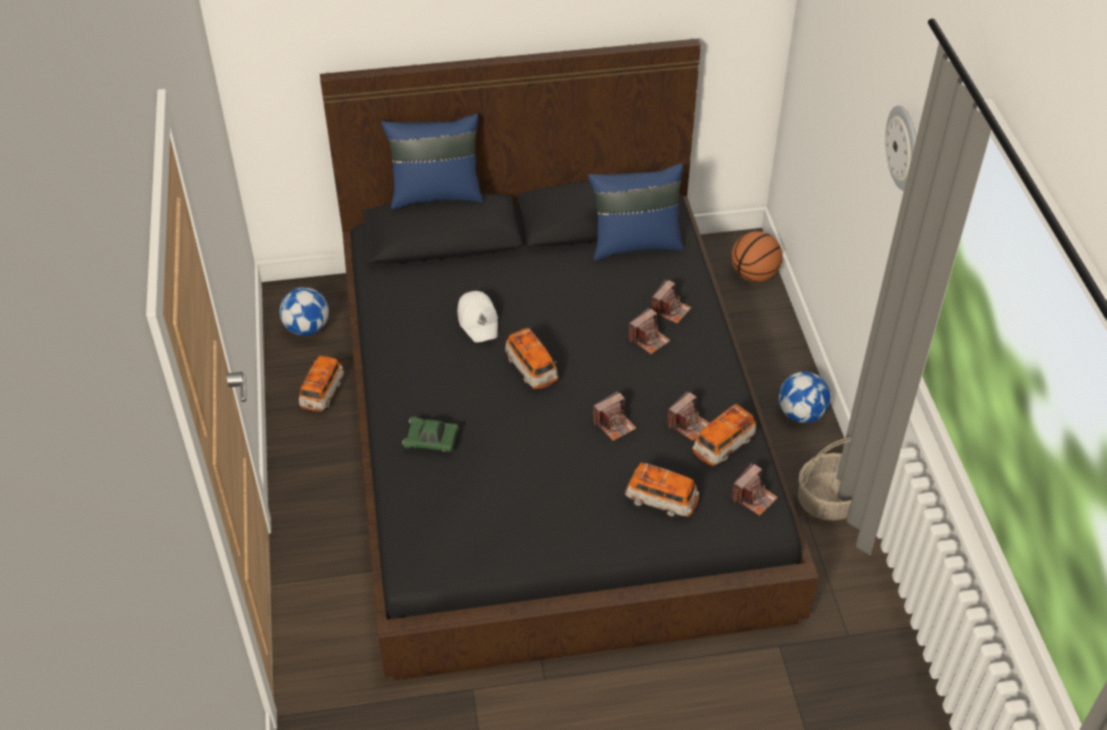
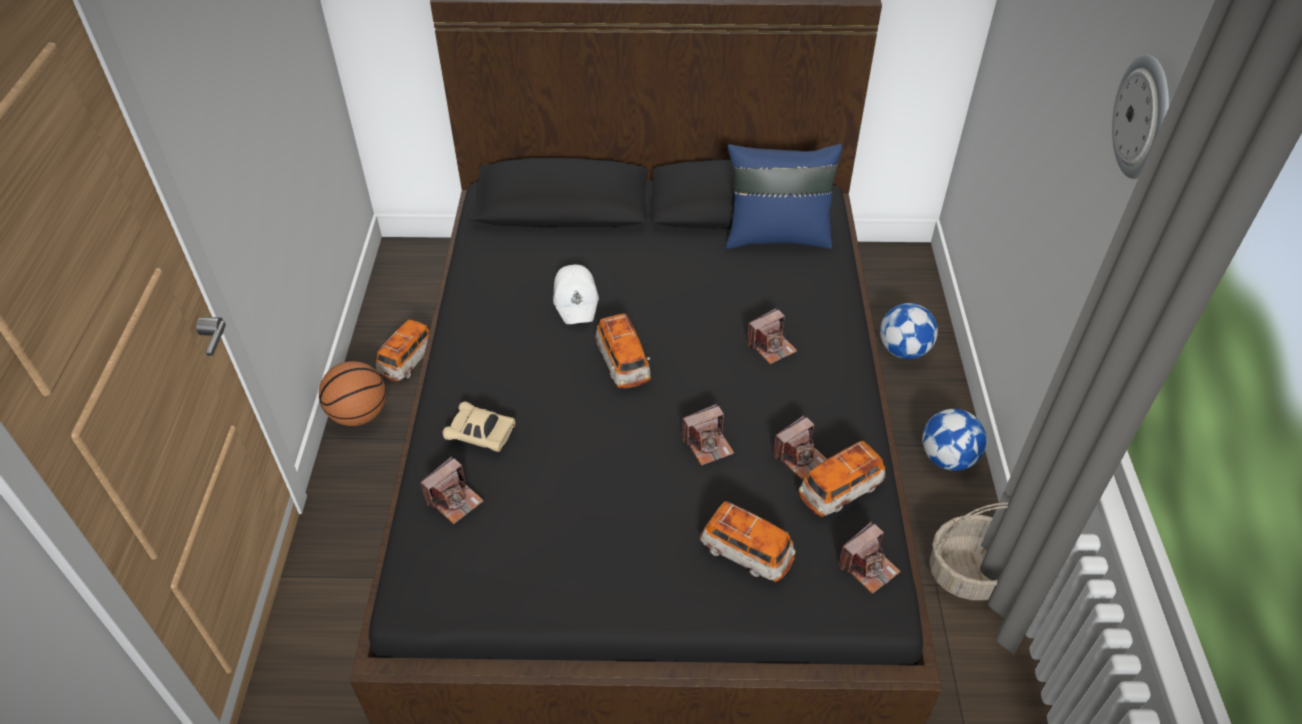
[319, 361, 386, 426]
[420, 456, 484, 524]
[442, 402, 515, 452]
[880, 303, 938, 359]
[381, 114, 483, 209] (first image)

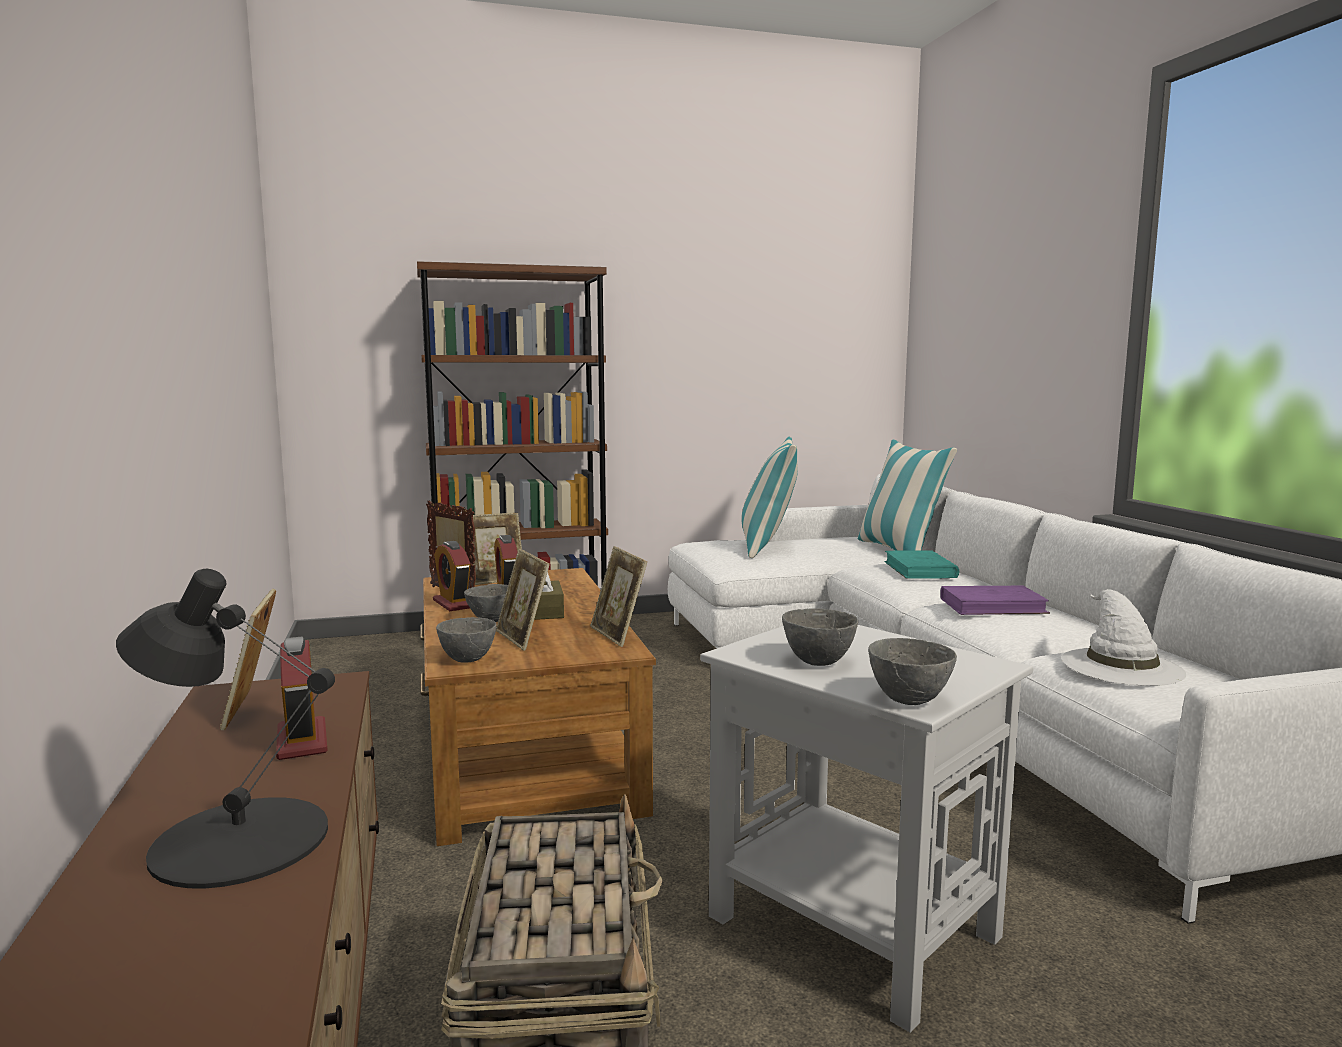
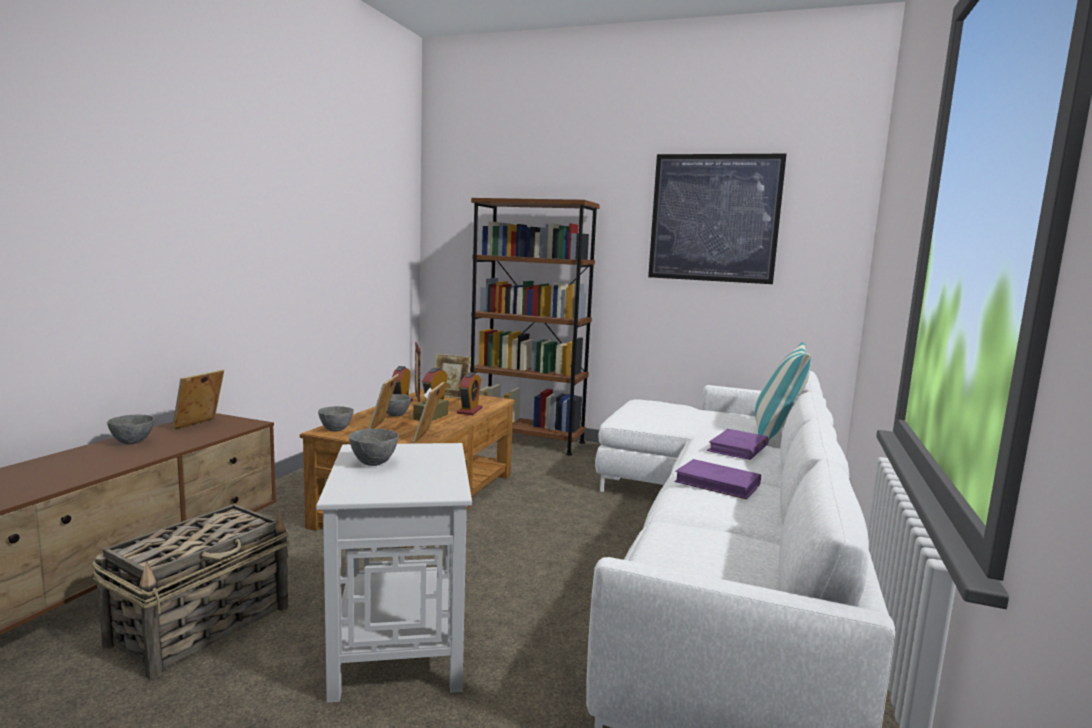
[107, 414, 155, 444]
[457, 372, 483, 415]
[648, 154, 787, 284]
[707, 429, 769, 460]
[116, 569, 335, 888] (first image)
[741, 437, 798, 558] (first image)
[1061, 589, 1186, 685] (first image)

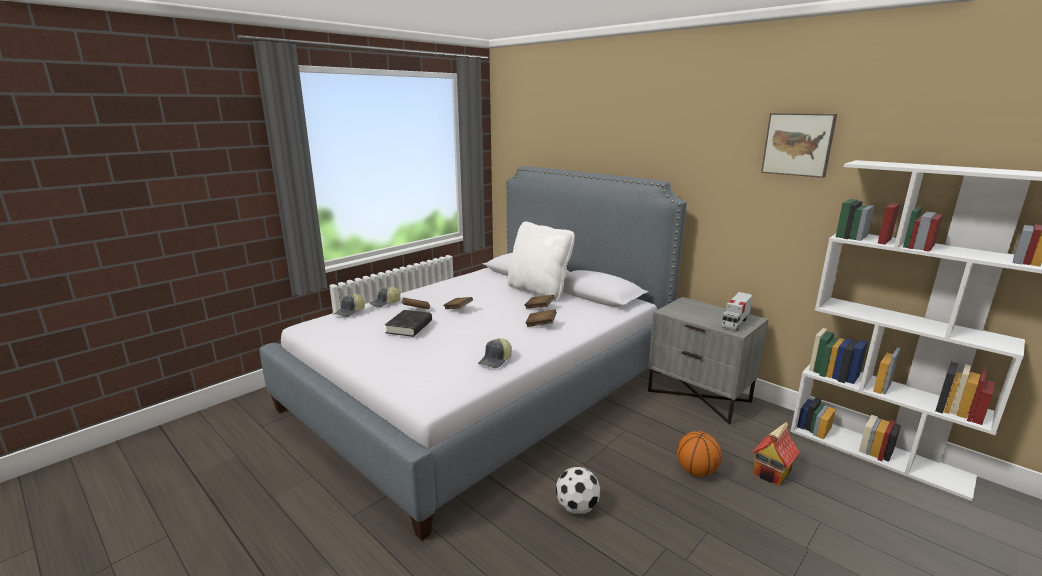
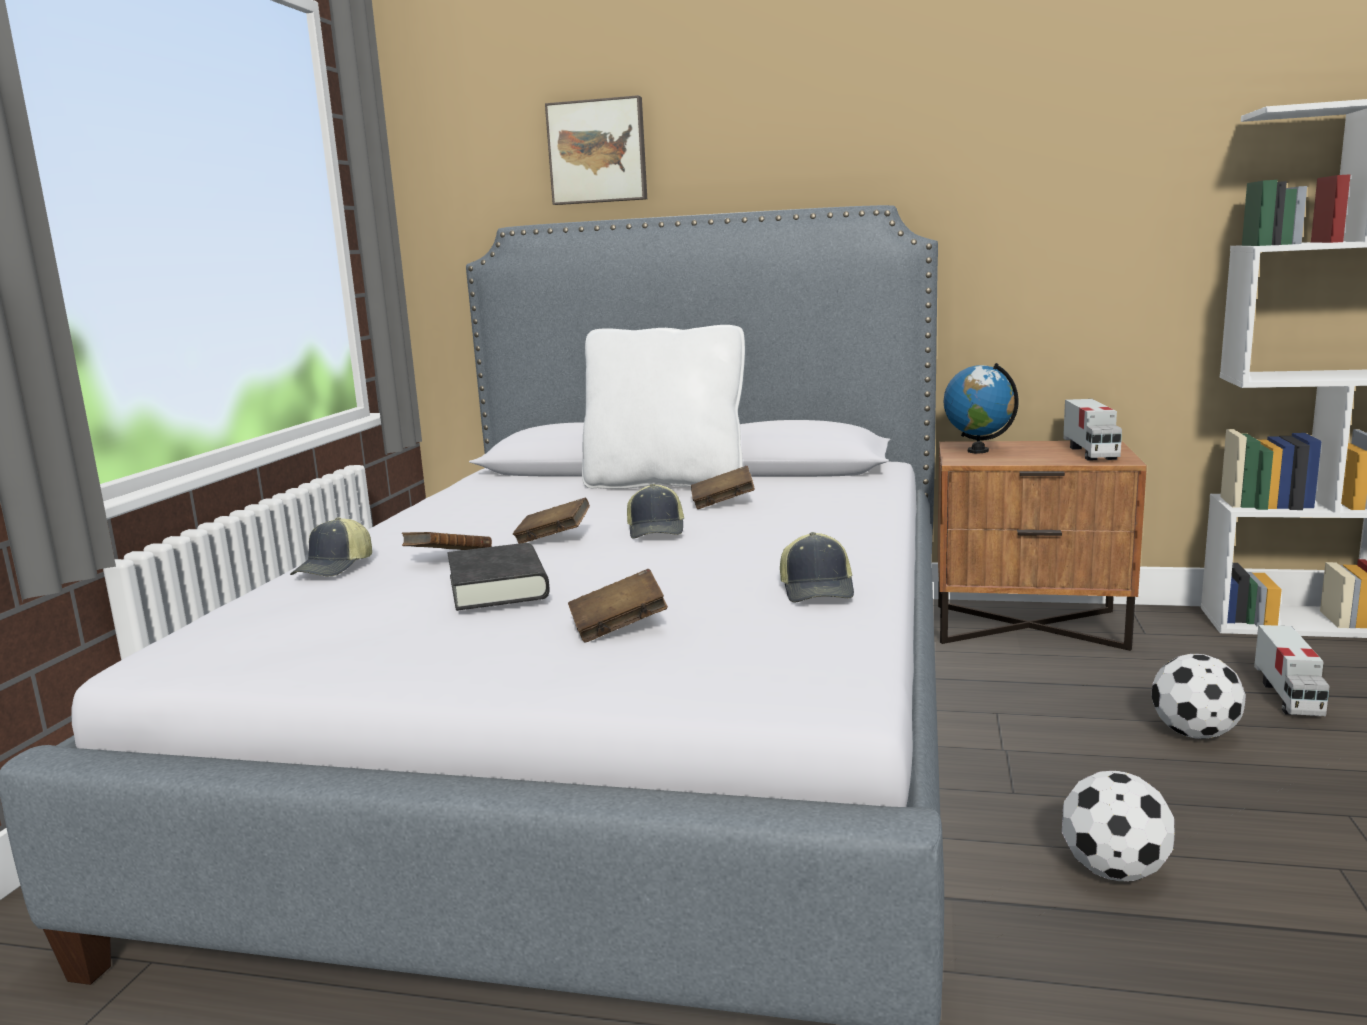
[545, 95, 647, 205]
[568, 569, 668, 643]
[627, 484, 684, 539]
[937, 440, 1147, 651]
[944, 363, 1019, 454]
[1151, 654, 1246, 739]
[1254, 625, 1330, 716]

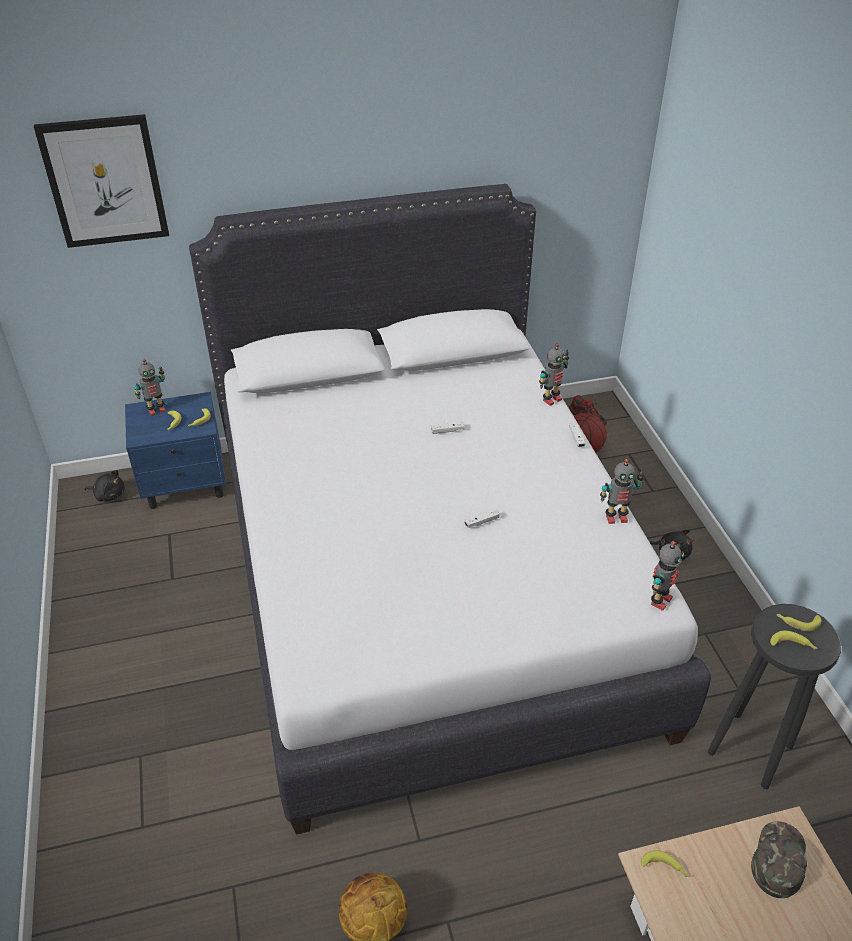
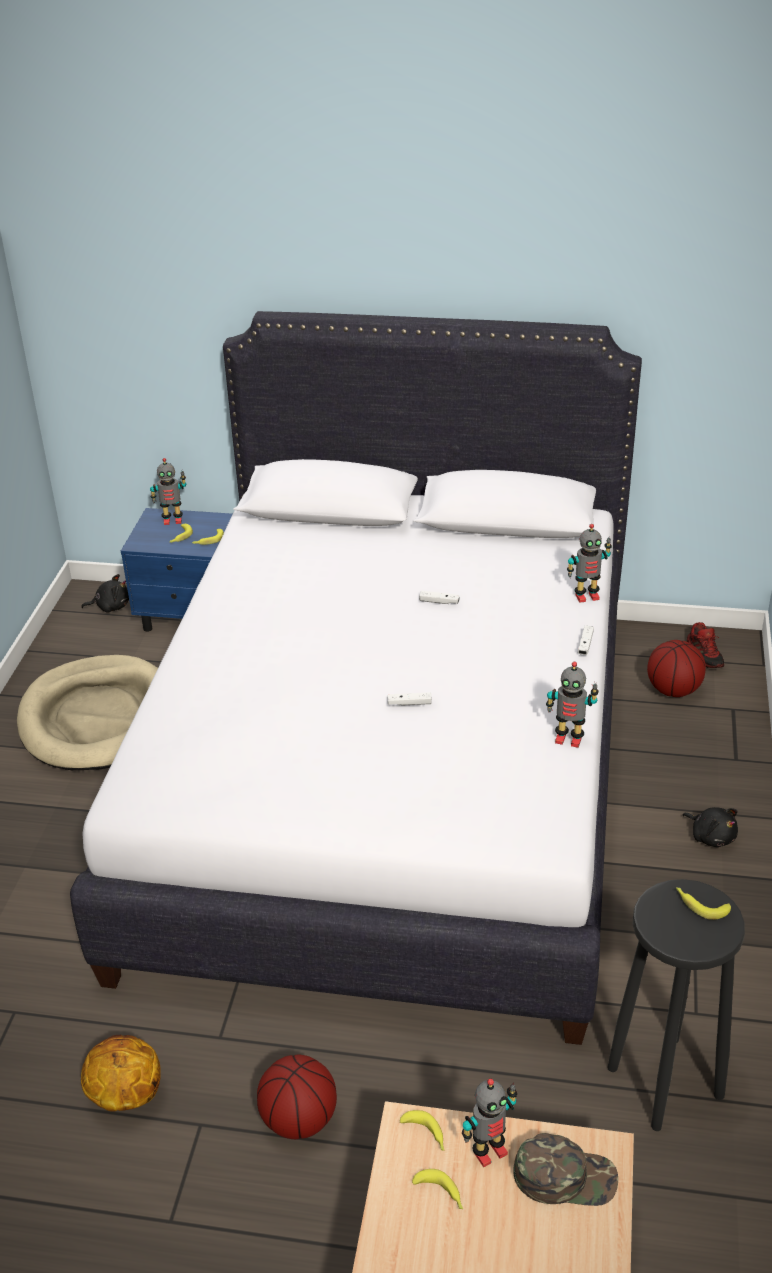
[17, 655, 158, 770]
[81, 574, 129, 613]
[257, 1055, 337, 1139]
[412, 1169, 463, 1209]
[462, 1079, 517, 1168]
[513, 1133, 618, 1206]
[34, 114, 169, 248] (first image)

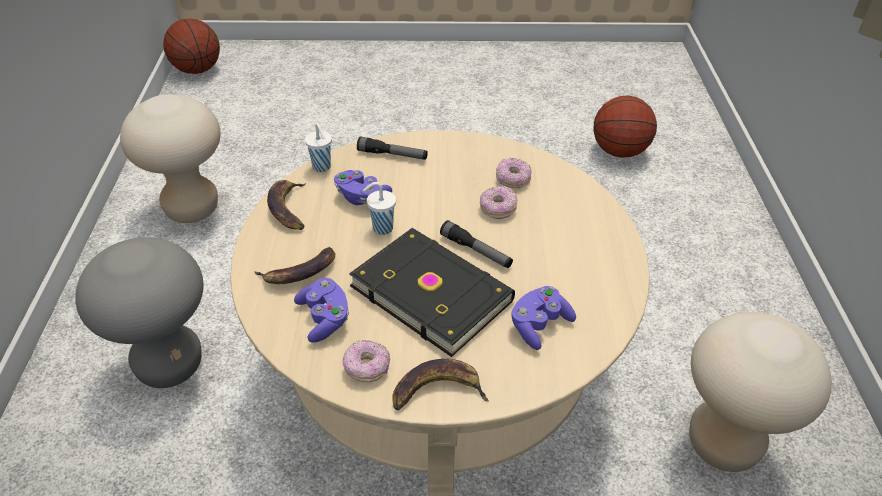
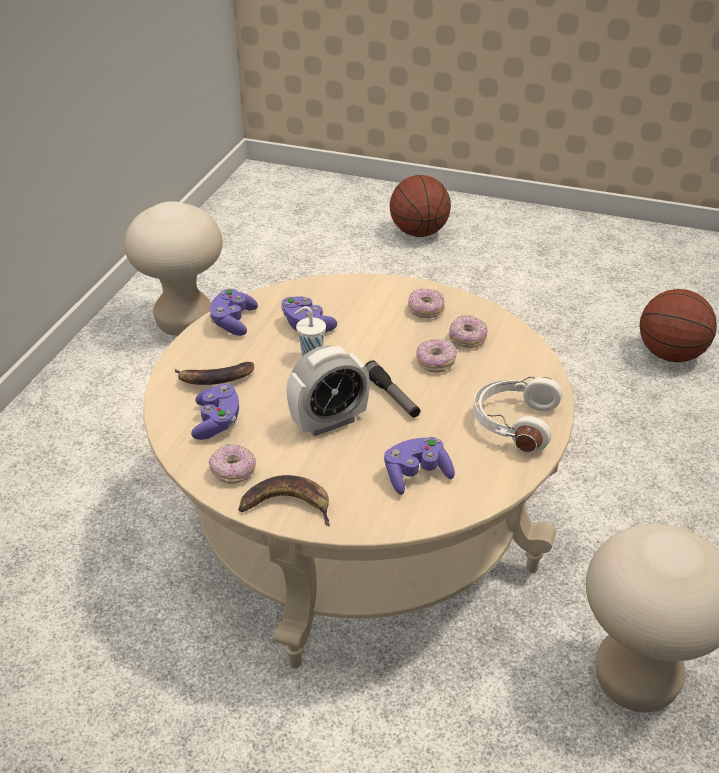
[209, 288, 258, 336]
[286, 345, 370, 436]
[389, 175, 451, 237]
[408, 288, 445, 318]
[473, 377, 562, 452]
[75, 237, 203, 388] (first image)
[305, 123, 332, 172] (first image)
[357, 136, 428, 160] (first image)

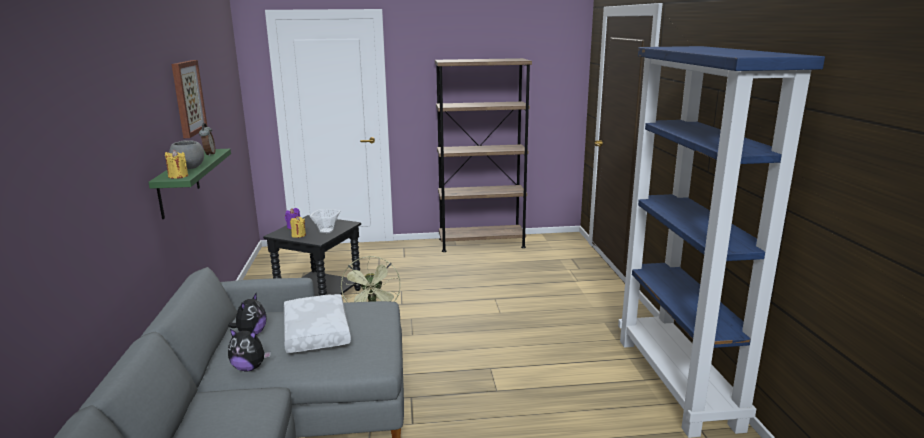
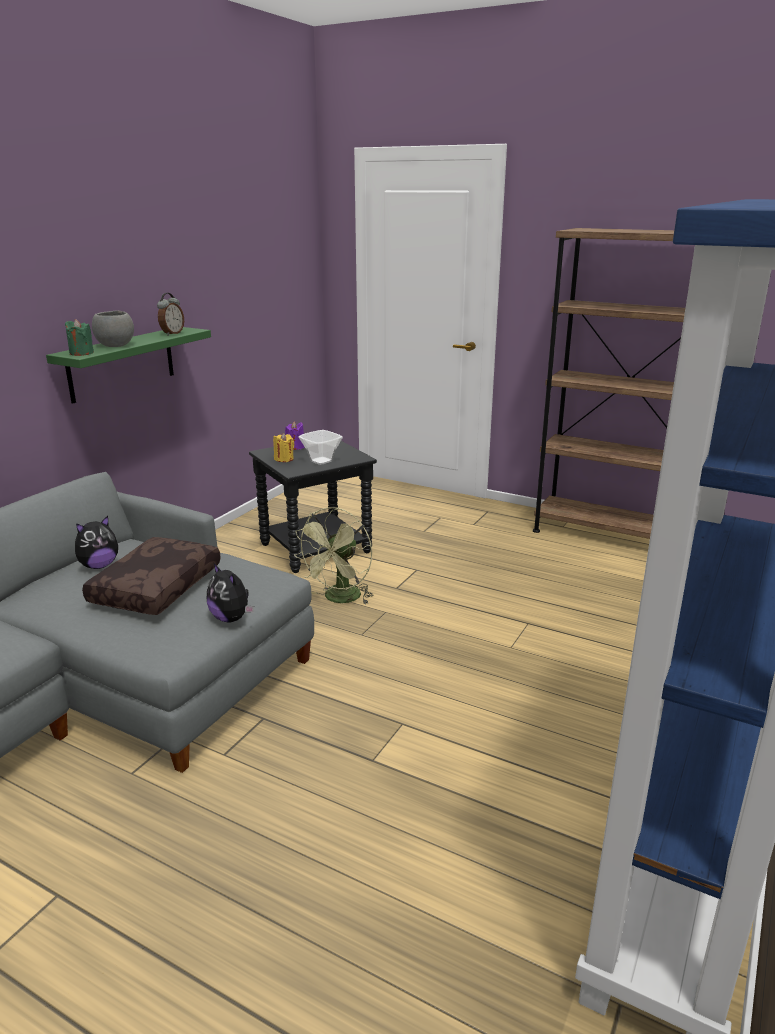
[65, 319, 94, 356]
[82, 537, 221, 615]
[207, 563, 254, 622]
[172, 60, 207, 138] (first image)

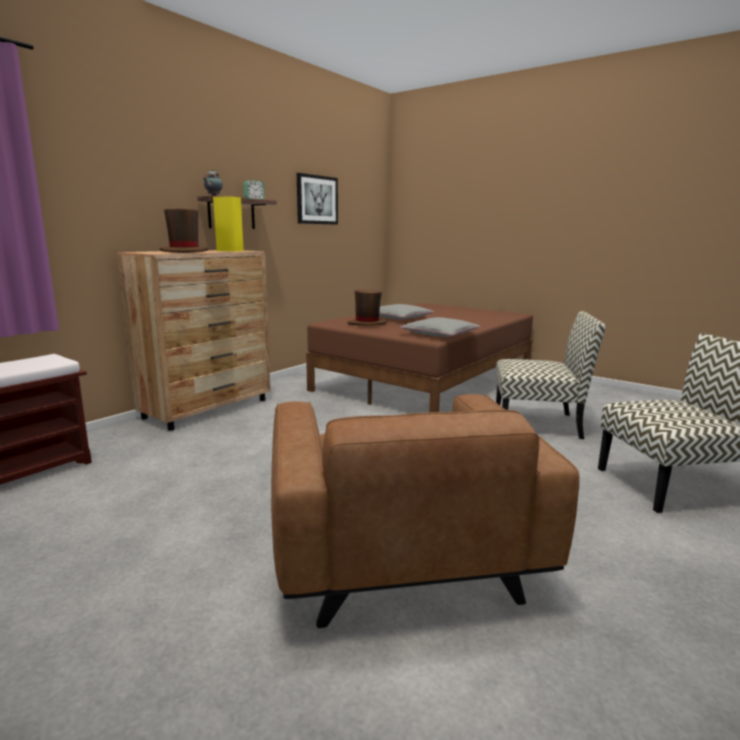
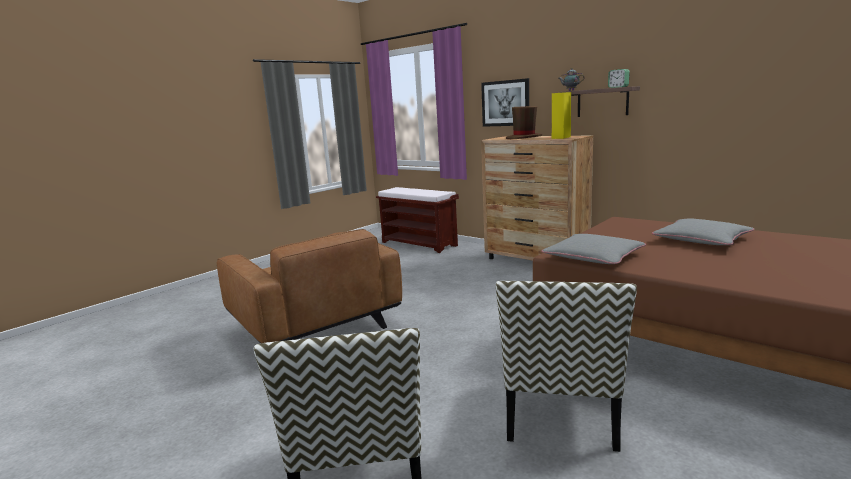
[217, 229, 402, 343]
[481, 78, 529, 127]
[348, 289, 387, 326] (first image)

